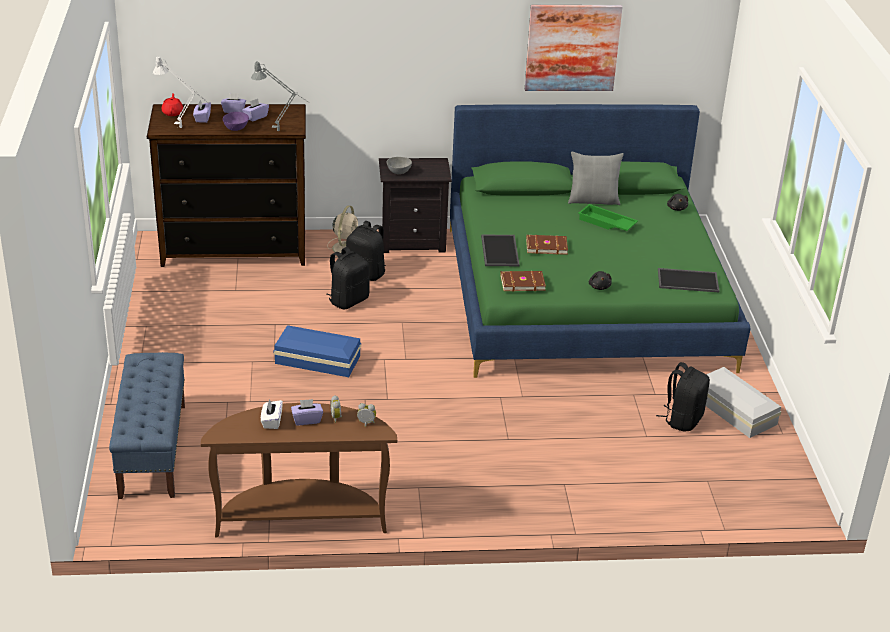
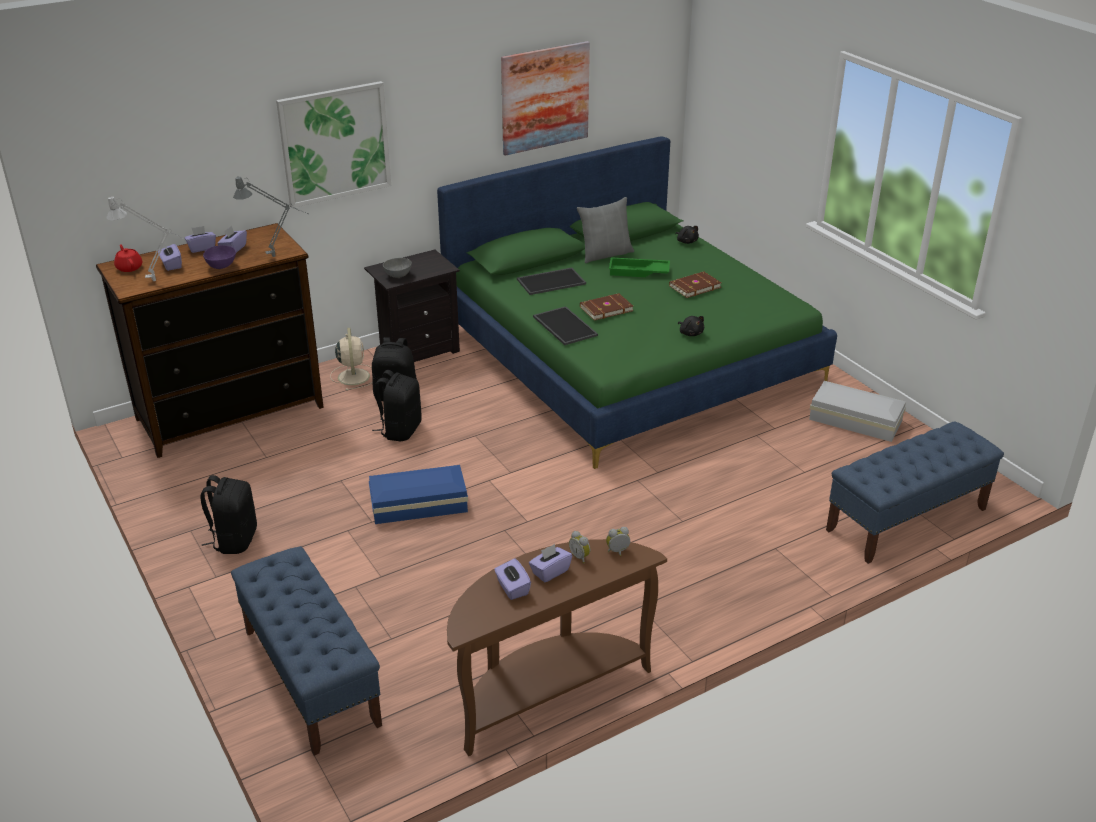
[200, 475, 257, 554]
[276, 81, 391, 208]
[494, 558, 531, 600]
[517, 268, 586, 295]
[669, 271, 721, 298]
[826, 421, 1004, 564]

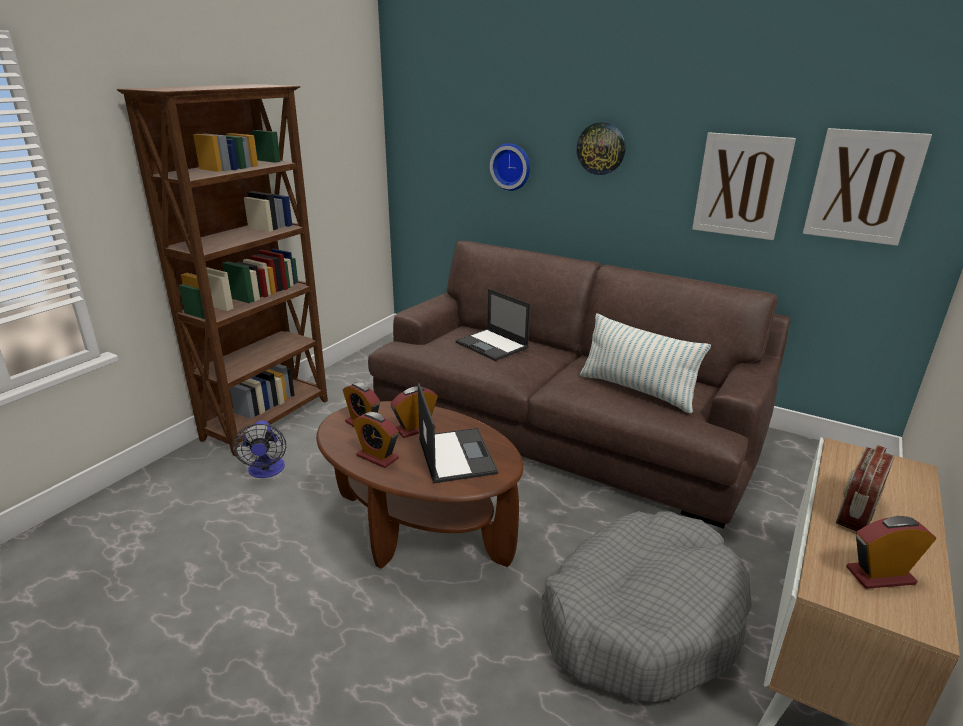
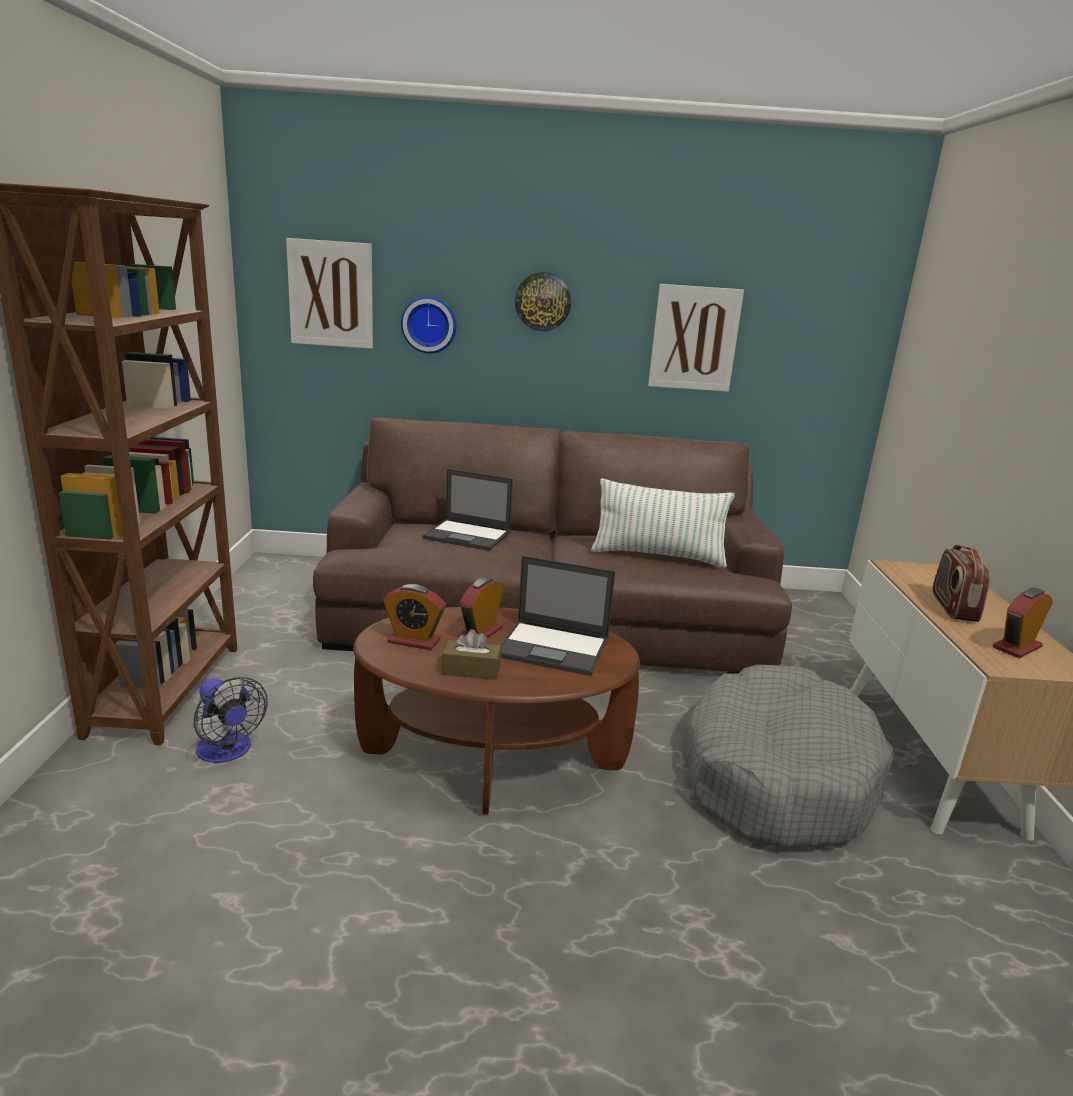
[286, 238, 373, 349]
[442, 629, 501, 680]
[501, 556, 615, 676]

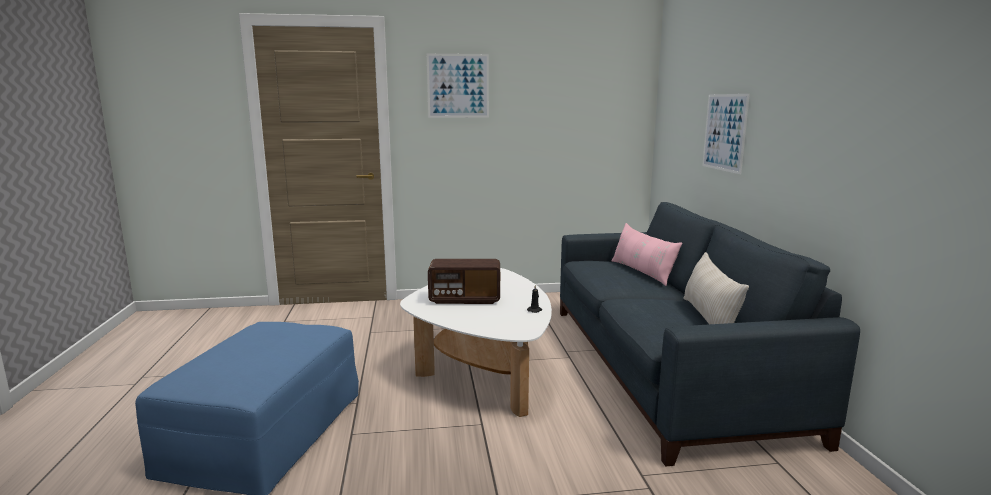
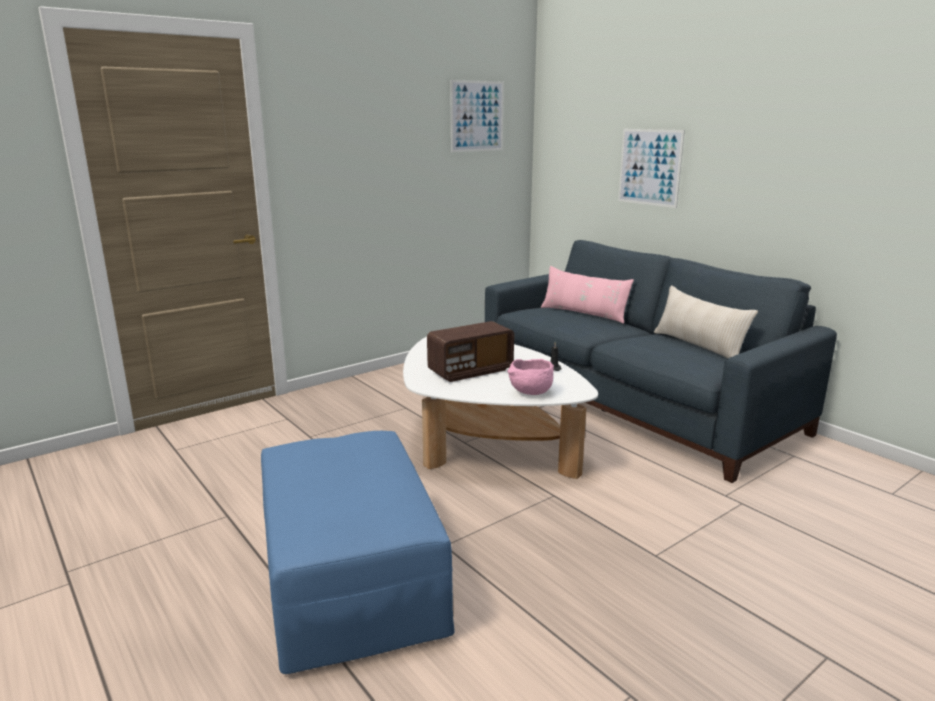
[450, 80, 504, 152]
[507, 359, 554, 395]

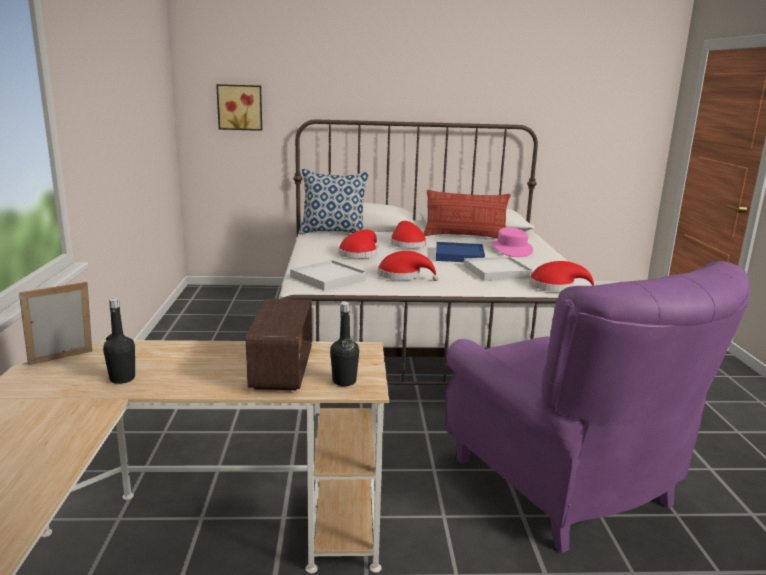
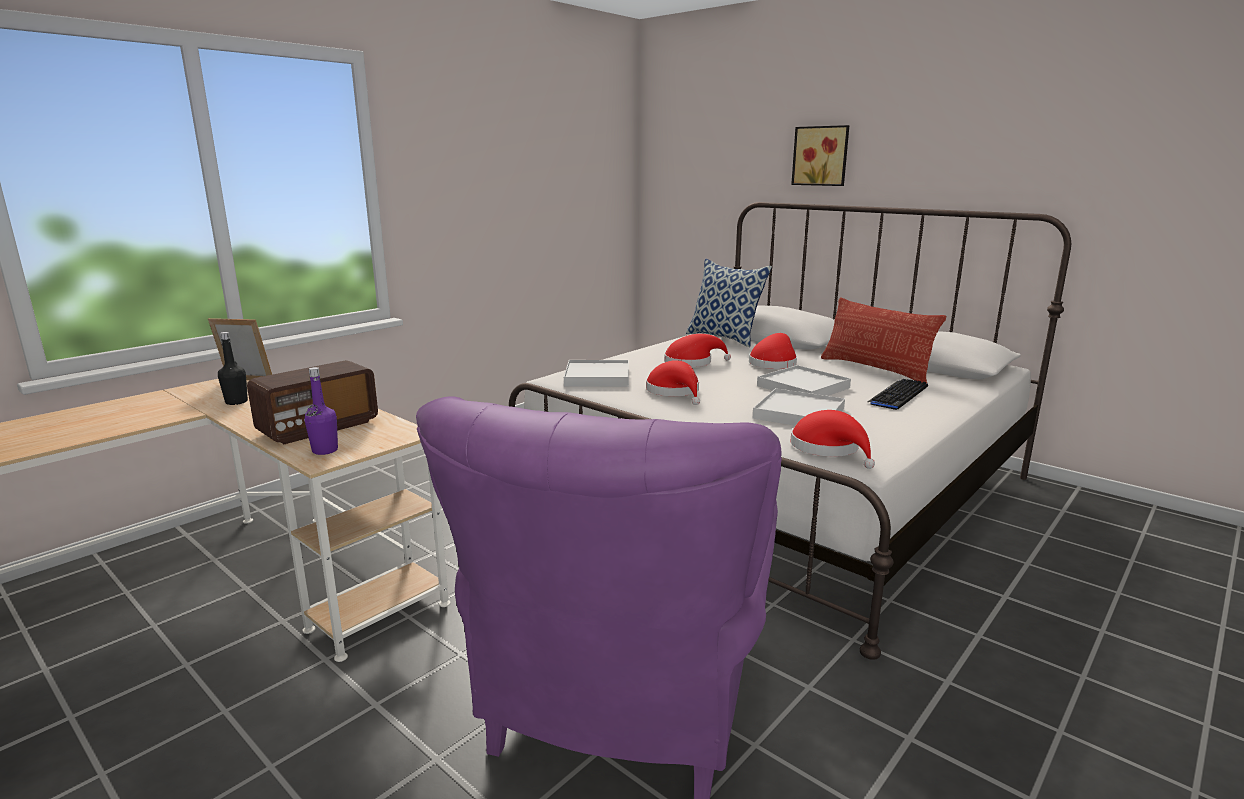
[304, 367, 338, 455]
[757, 365, 851, 396]
[791, 125, 850, 186]
[867, 379, 928, 410]

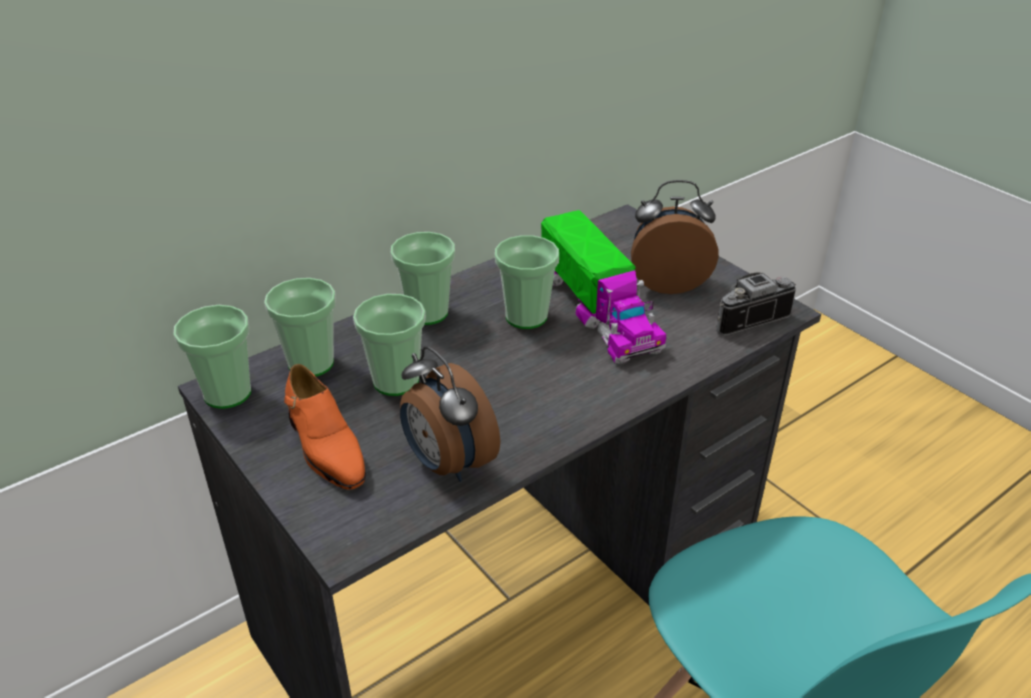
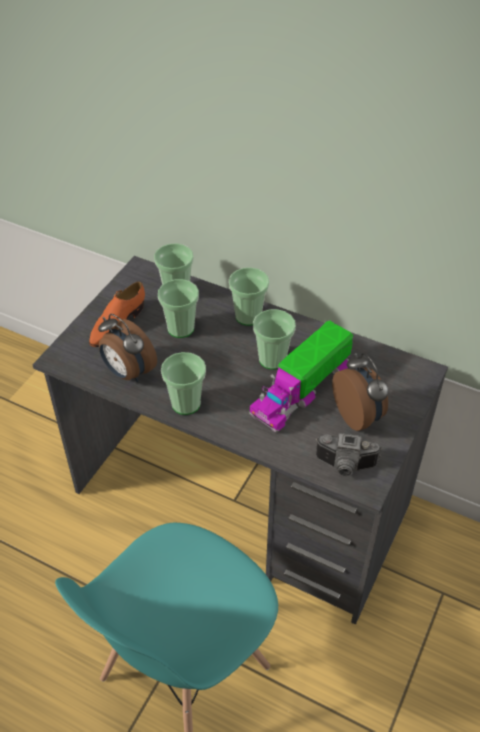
[98, 314, 157, 382]
[161, 352, 206, 415]
[316, 433, 382, 476]

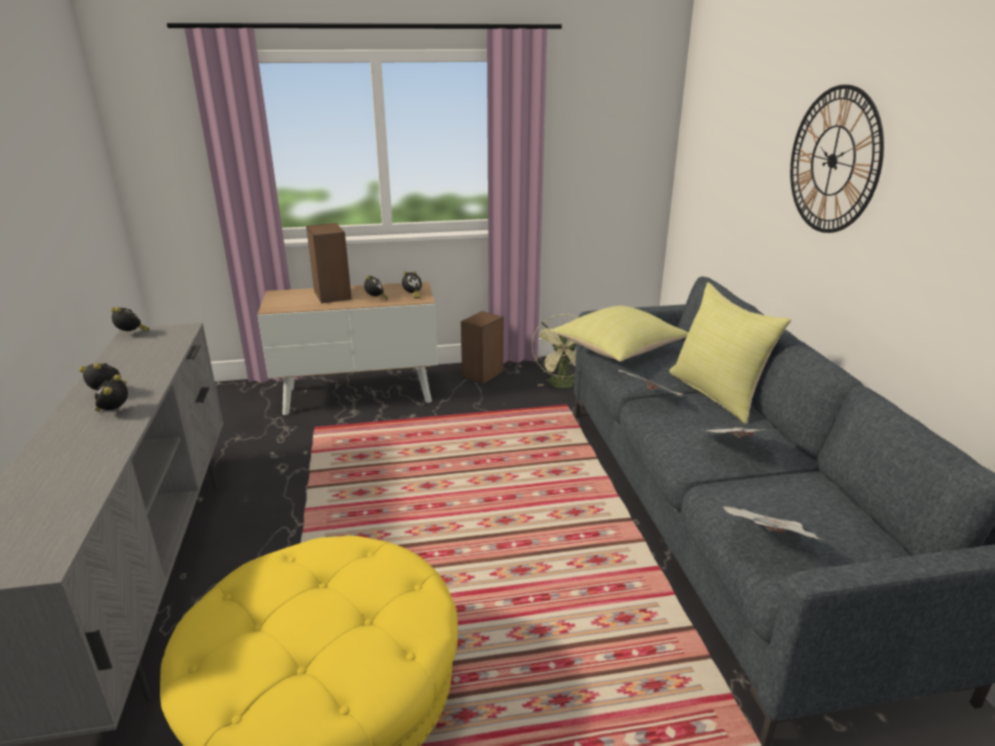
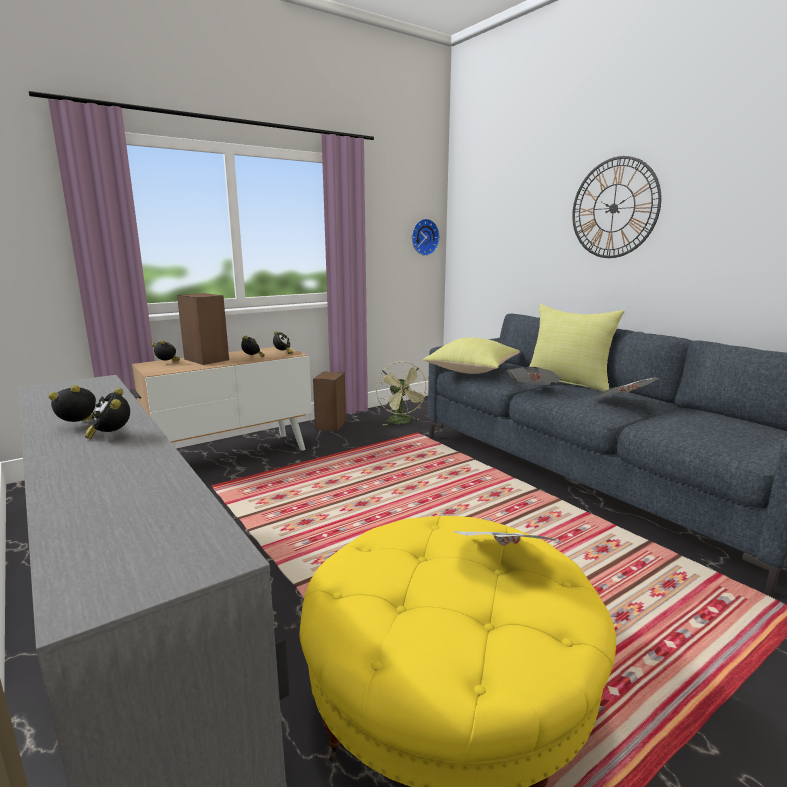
[152, 340, 180, 362]
[412, 219, 440, 256]
[453, 531, 555, 546]

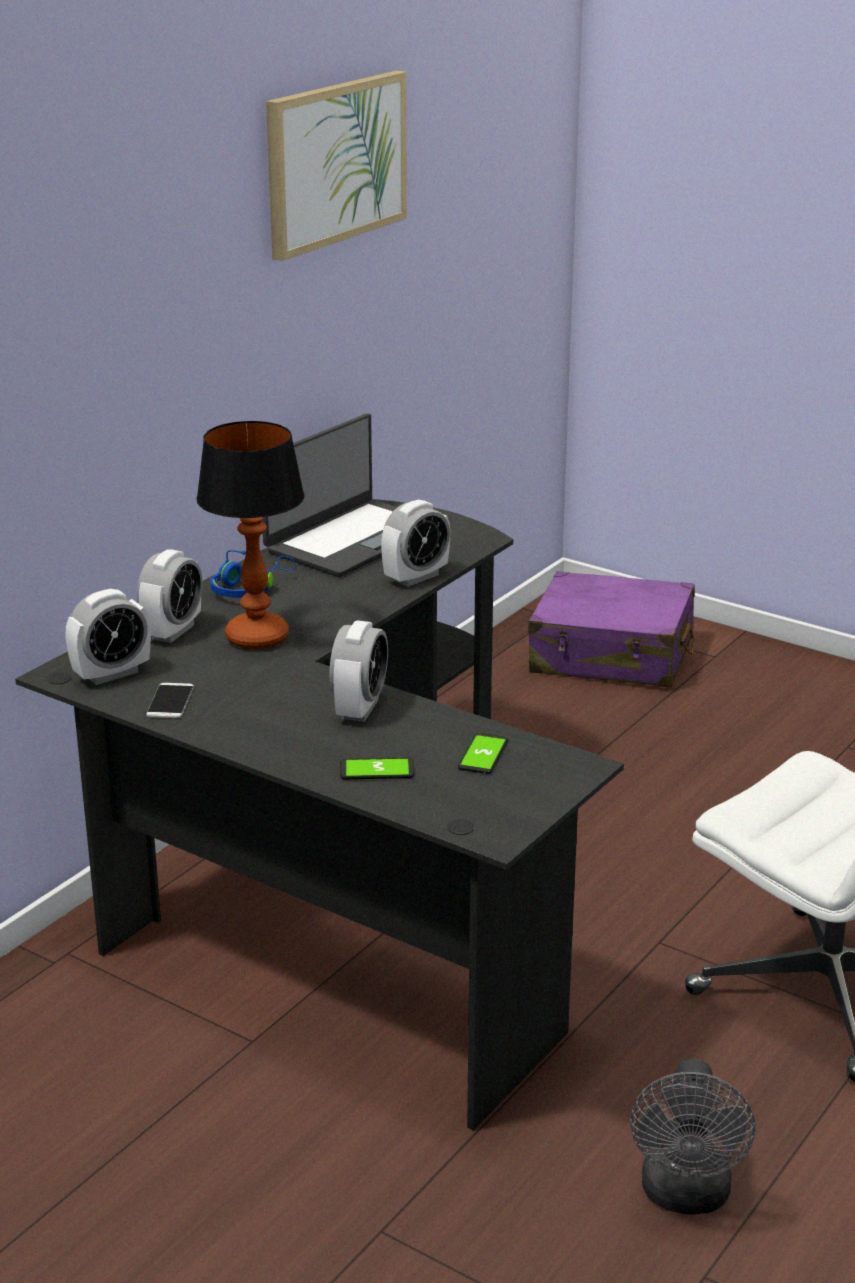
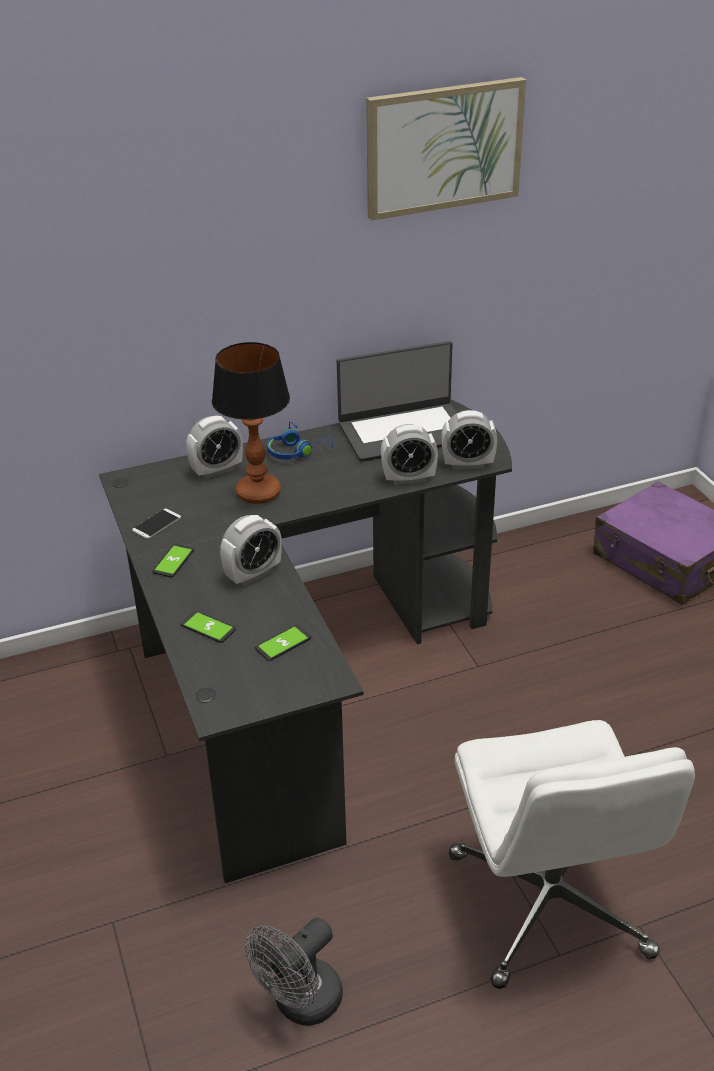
[152, 544, 194, 578]
[441, 410, 497, 470]

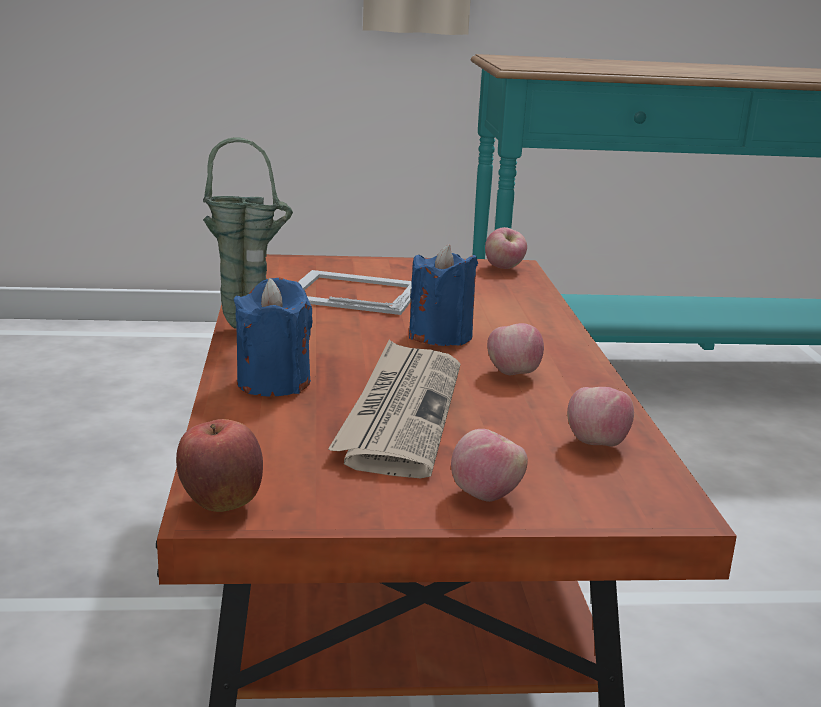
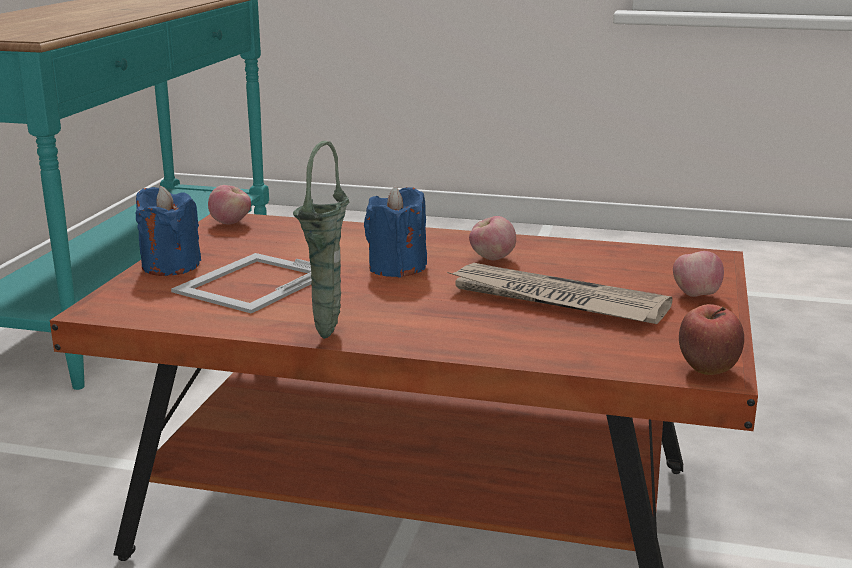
[136, 186, 201, 276]
[567, 387, 634, 447] (first image)

